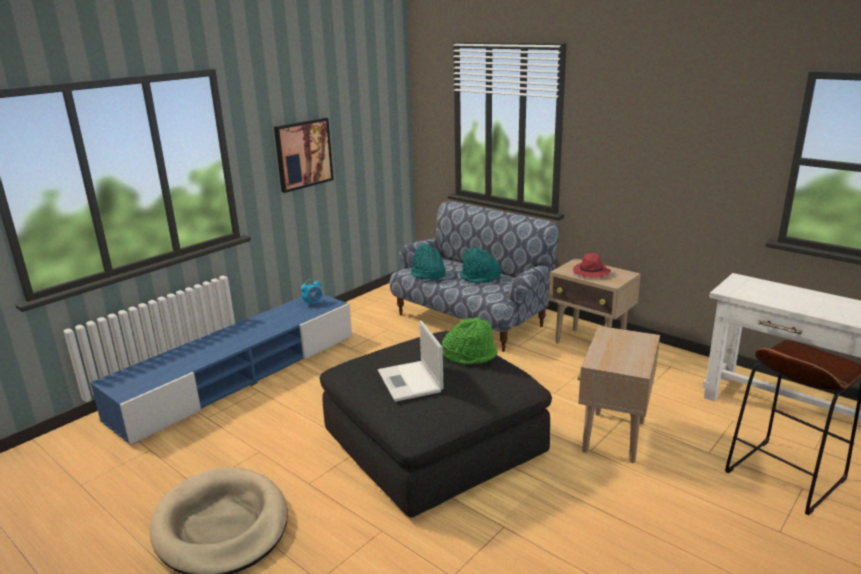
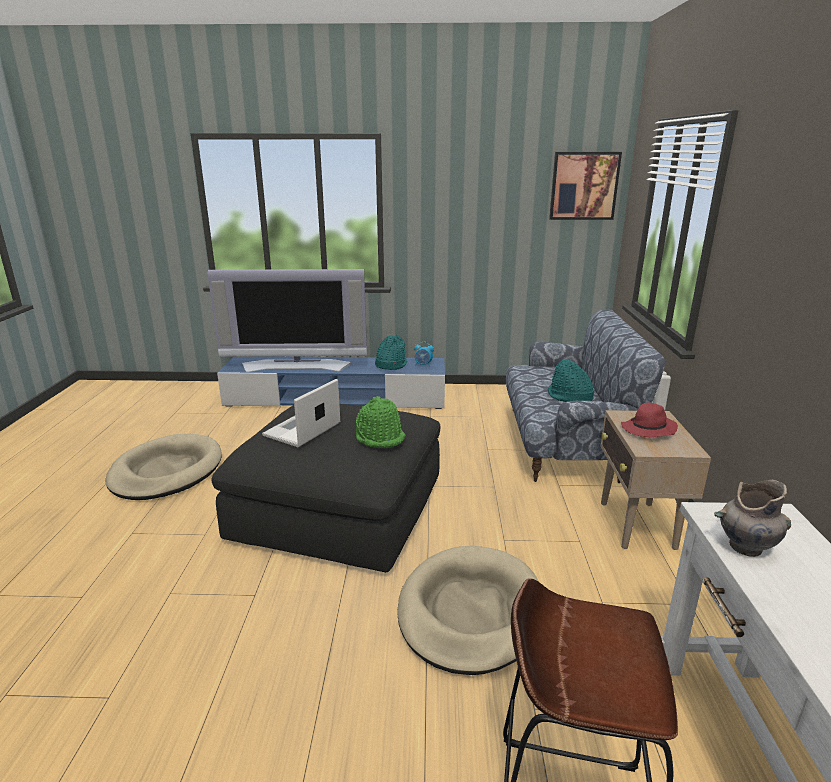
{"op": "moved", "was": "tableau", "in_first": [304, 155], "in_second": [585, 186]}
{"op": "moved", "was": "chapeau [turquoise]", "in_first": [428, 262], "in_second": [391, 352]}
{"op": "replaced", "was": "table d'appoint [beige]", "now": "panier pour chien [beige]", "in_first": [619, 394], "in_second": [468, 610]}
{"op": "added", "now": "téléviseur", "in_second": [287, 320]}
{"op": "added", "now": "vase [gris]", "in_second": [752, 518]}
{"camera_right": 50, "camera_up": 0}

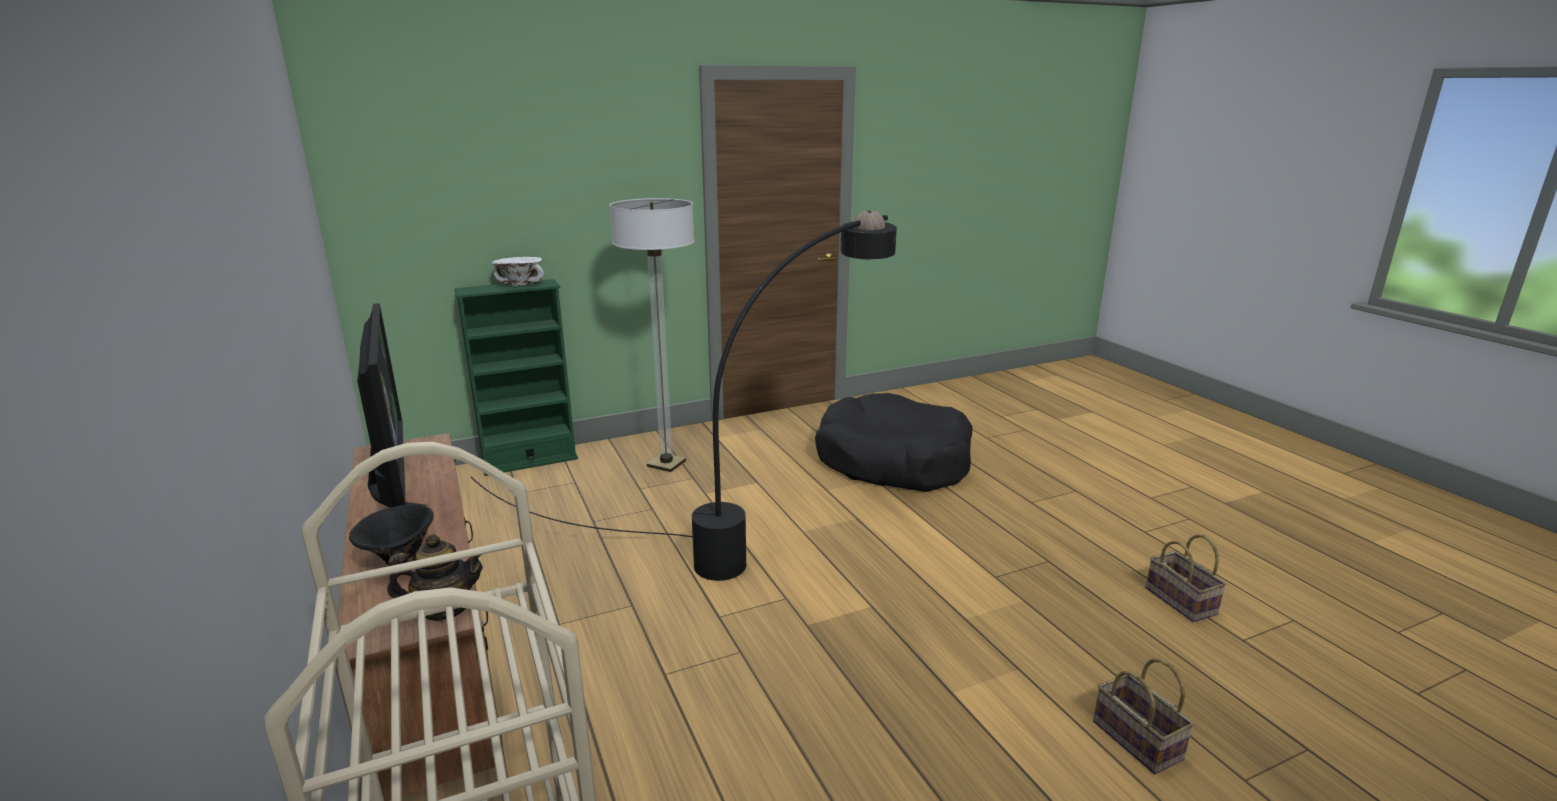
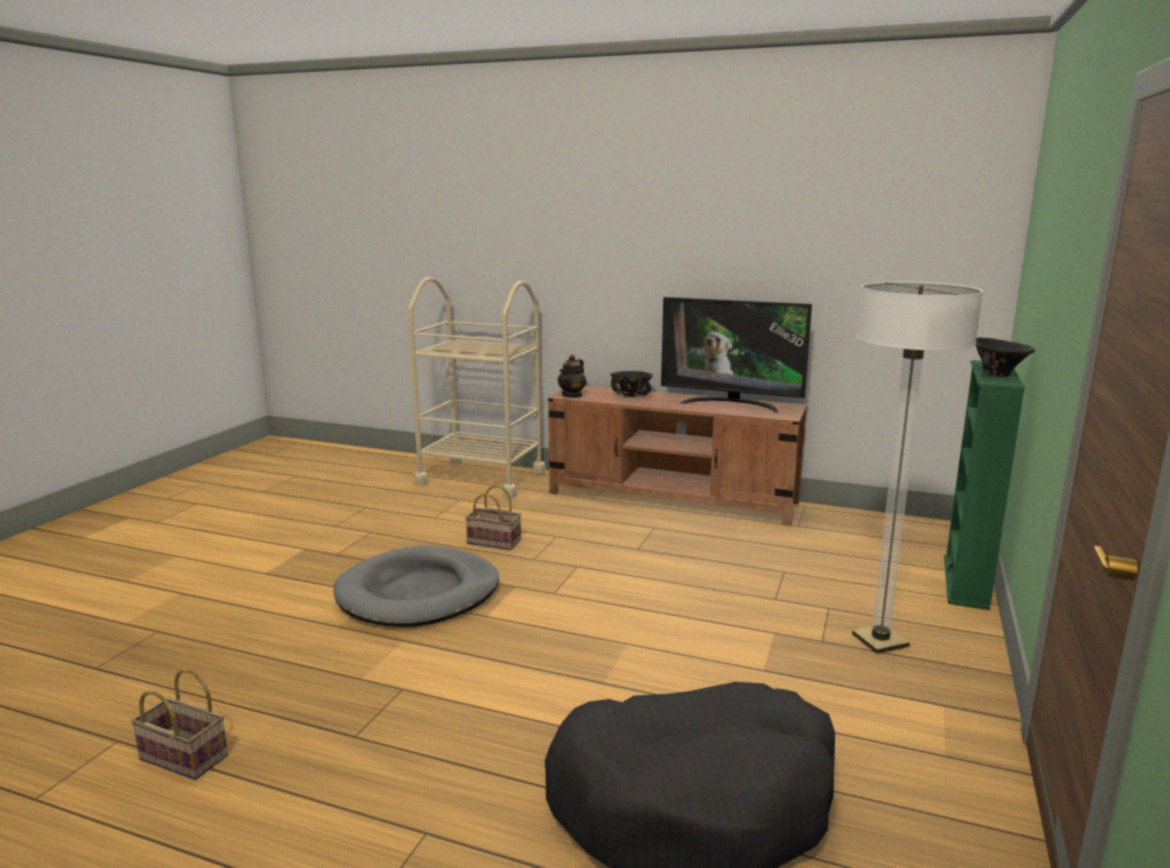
{"op": "removed", "was": "lampadaire [noir]", "in_first": [684, 396]}
{"op": "recoloured", "was": "bol [blanc]", "now": "bol [noir]", "in_first": [518, 271], "in_second": [1005, 357]}
{"op": "moved", "was": "panier", "in_first": [1143, 716], "in_second": [493, 517]}
{"op": "added", "now": "panier pour chien [gris]", "in_second": [416, 586]}
{"camera_right": 135, "camera_up": -5}

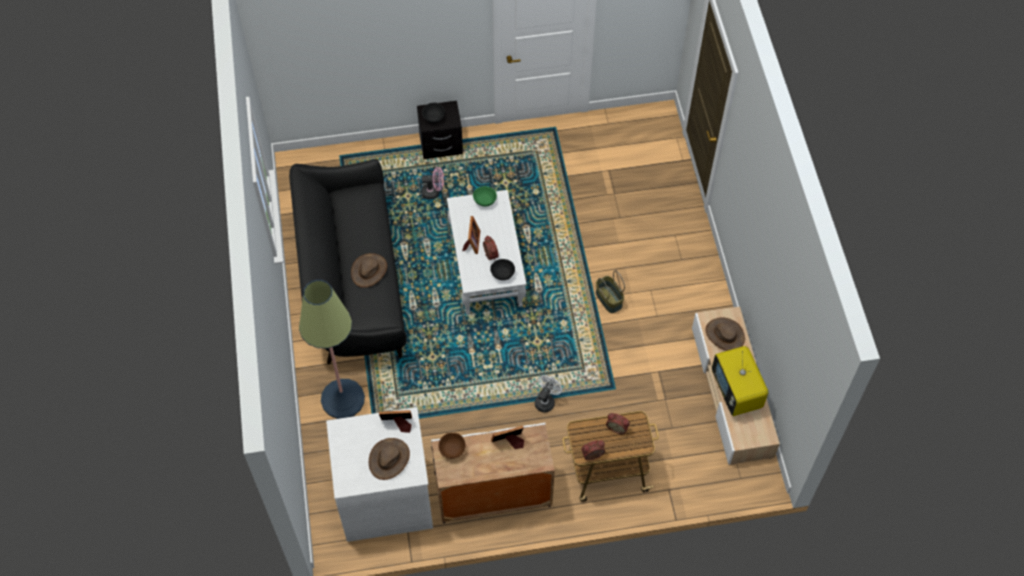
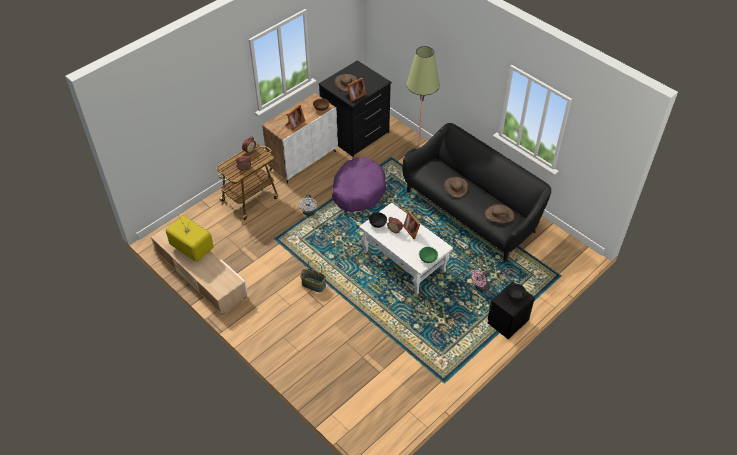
{"op": "moved", "was": "chapeau [marron]", "in_first": [725, 334], "in_second": [500, 213]}
{"op": "recoloured", "was": "commode [blanc]", "now": "commode [noir]", "in_first": [379, 474], "in_second": [355, 108]}
{"op": "added", "now": "panier pour chien [violet]", "in_second": [359, 184]}
{"camera_right": 145, "camera_up": -10}

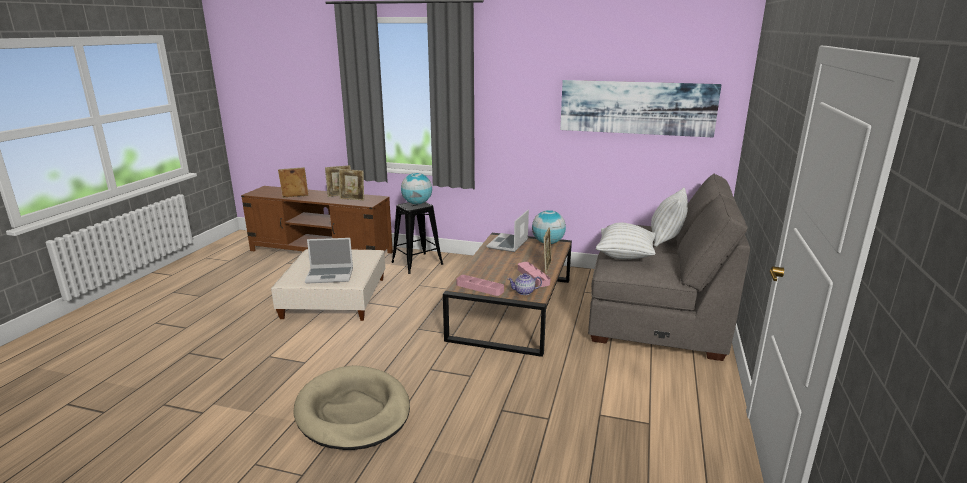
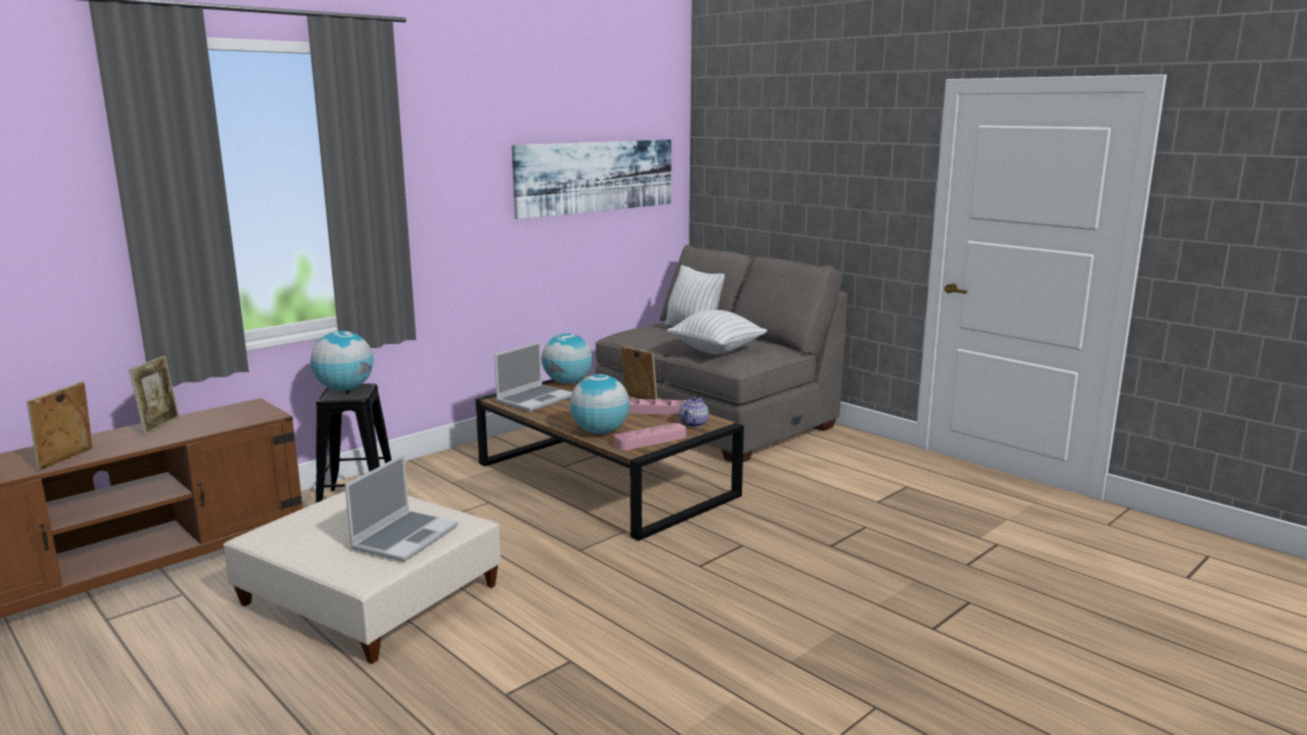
{"op": "removed", "was": "cadre photo", "in_first": [351, 184]}
{"op": "turned", "was": "ordinateur portable", "in_first": [507, 231], "in_second": [533, 377], "clockwise": -105}
{"op": "removed", "was": "panier pour chien [beige]", "in_first": [351, 407]}
{"op": "added", "now": "globe", "in_second": [599, 404]}
{"camera_right": -60, "camera_up": -5}

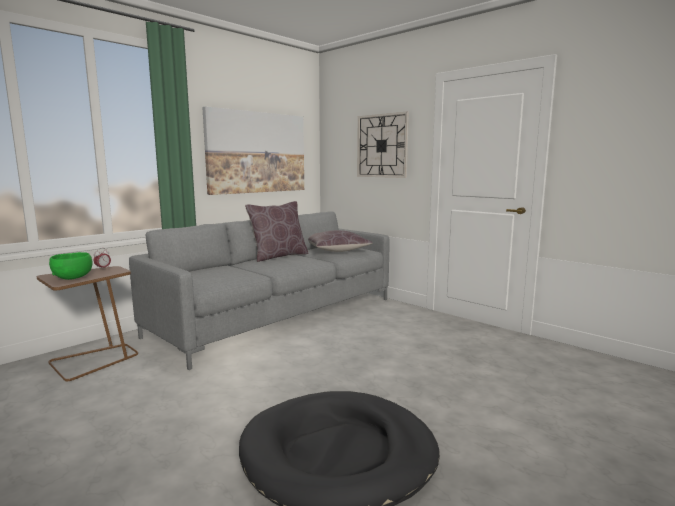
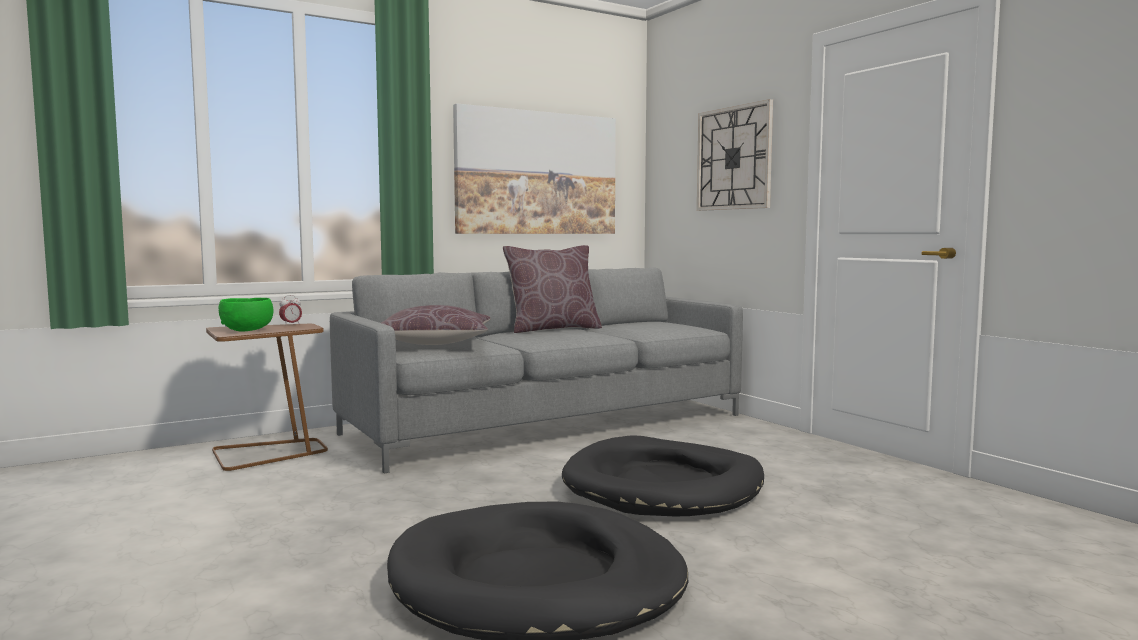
{"op": "moved", "was": "coussin [marron]", "in_first": [340, 241], "in_second": [436, 325]}
{"op": "added", "now": "panier pour chien [noir]", "in_second": [663, 475]}
{"camera_right": 15, "camera_up": -5}

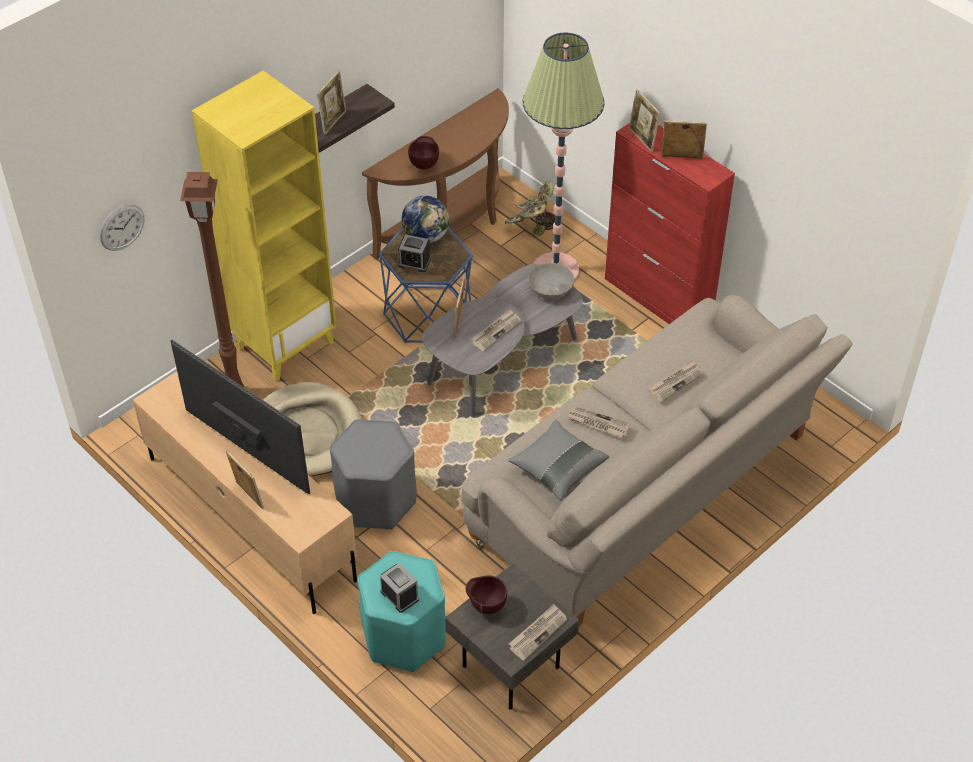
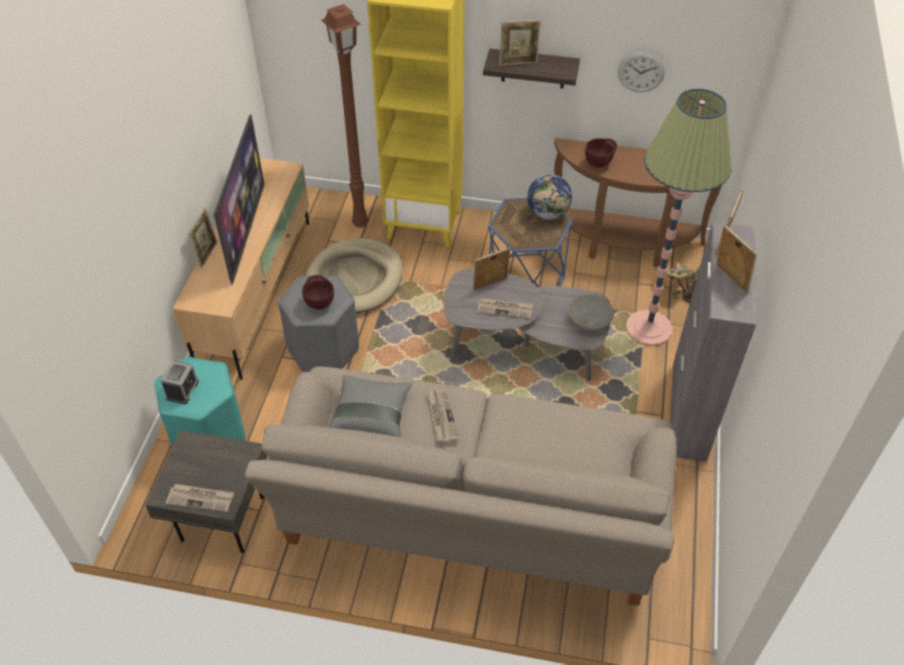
{"op": "recoloured", "was": "meuble de rangement [rouge]", "now": "meuble de rangement [gris]", "in_first": [670, 223], "in_second": [713, 342]}
{"op": "moved", "was": "horloge murale", "in_first": [122, 227], "in_second": [641, 72]}
{"op": "removed", "was": "réveil", "in_first": [414, 253]}
{"op": "removed", "was": "journal", "in_first": [676, 381]}
{"op": "moved", "was": "bol [marron]", "in_first": [486, 594], "in_second": [318, 292]}
{"camera_right": 55, "camera_up": 0}

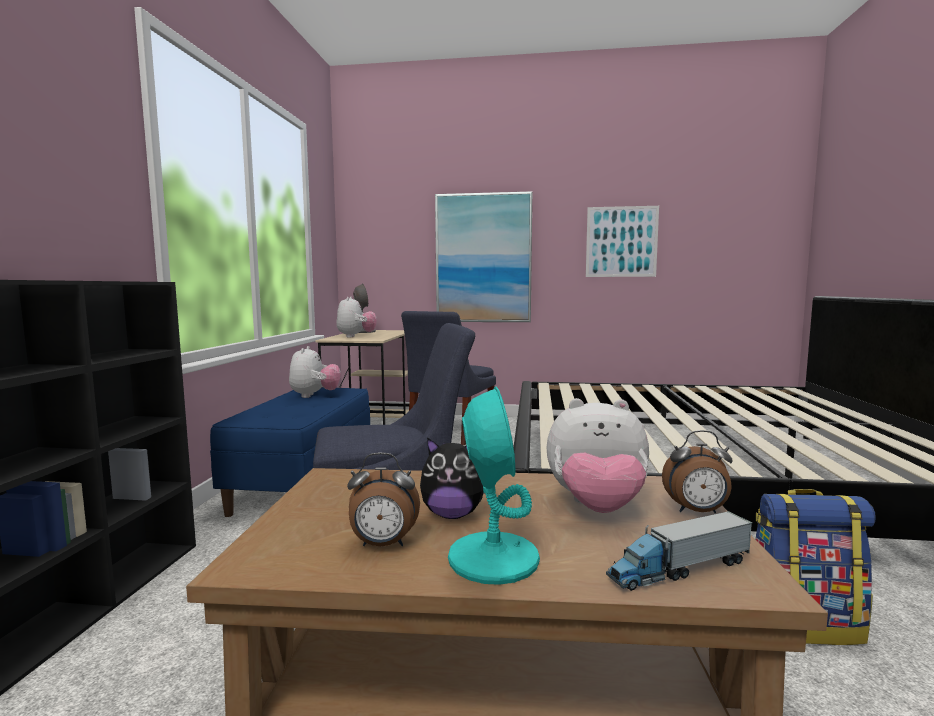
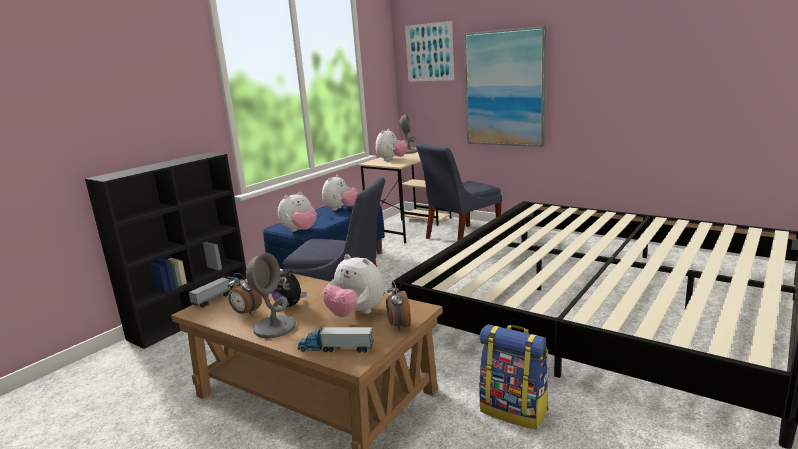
{"op": "moved", "was": "tableau", "in_first": [622, 241], "in_second": [429, 51]}
{"op": "recoloured", "was": "lampe de table [turquoise]", "now": "lampe de table [gris]", "in_first": [494, 485], "in_second": [271, 295]}
{"op": "turned", "was": "réveil", "in_first": [697, 471], "in_second": [398, 305], "clockwise": 45}
{"op": "added", "now": "peluche", "in_second": [297, 212]}
{"op": "added", "now": "camion jouet", "in_second": [215, 291]}
{"camera_right": 30, "camera_up": 10}

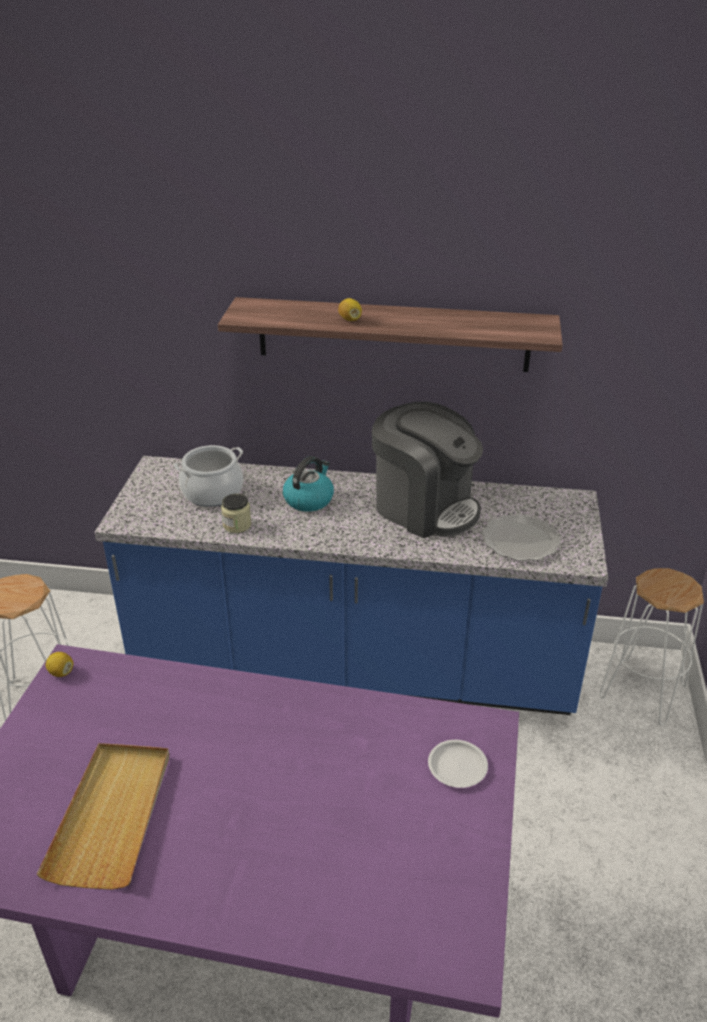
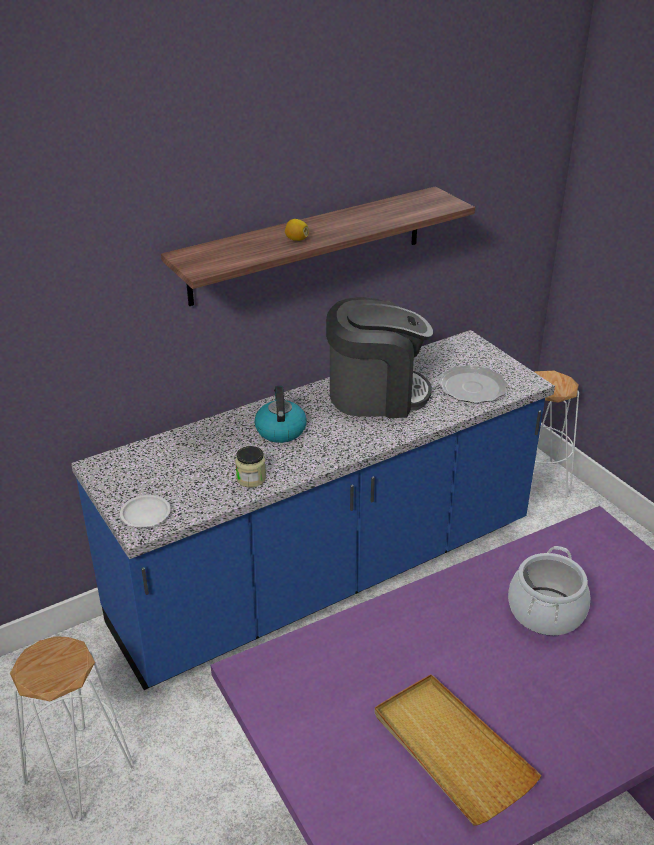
{"op": "moved", "was": "marmite", "in_first": [208, 476], "in_second": [549, 591]}
{"op": "removed", "was": "citron", "in_first": [60, 664]}
{"op": "moved", "was": "assiette [blanc]", "in_first": [458, 764], "in_second": [145, 511]}
{"camera_right": -40, "camera_up": 0}

